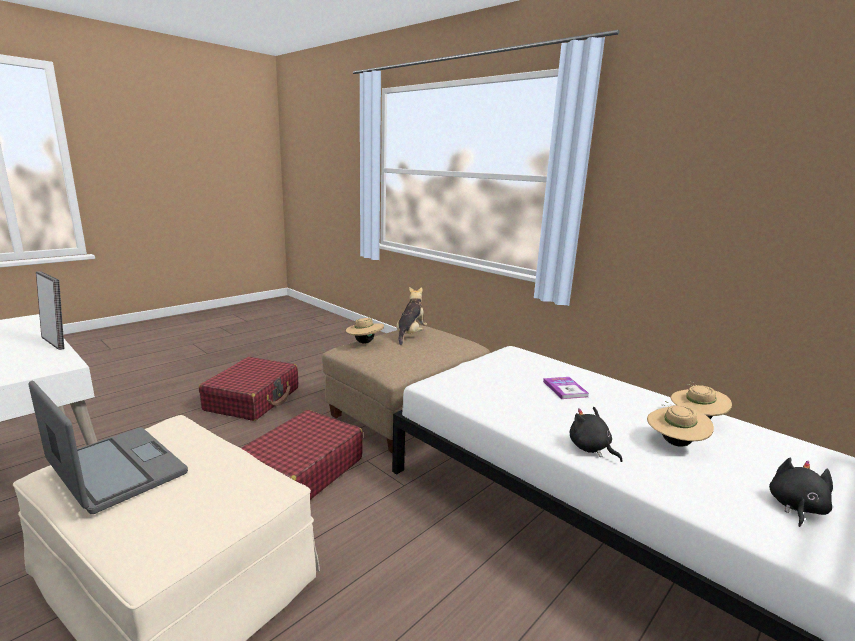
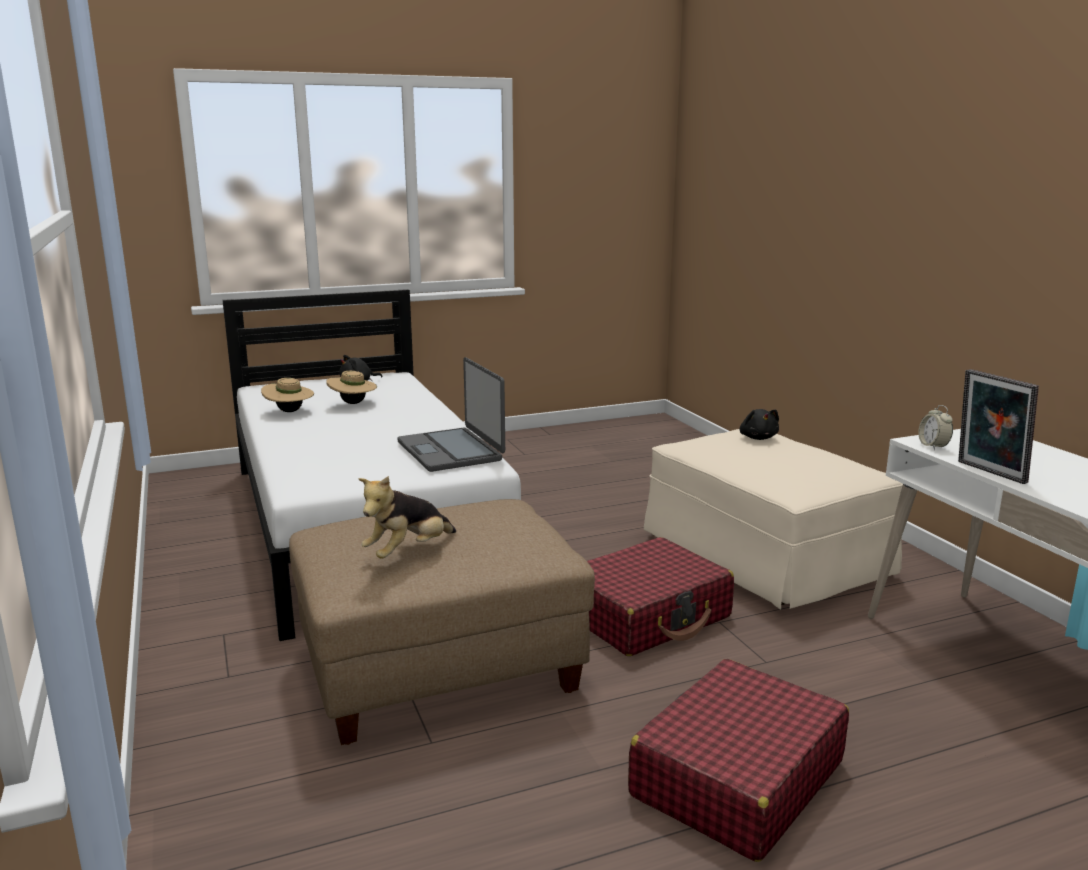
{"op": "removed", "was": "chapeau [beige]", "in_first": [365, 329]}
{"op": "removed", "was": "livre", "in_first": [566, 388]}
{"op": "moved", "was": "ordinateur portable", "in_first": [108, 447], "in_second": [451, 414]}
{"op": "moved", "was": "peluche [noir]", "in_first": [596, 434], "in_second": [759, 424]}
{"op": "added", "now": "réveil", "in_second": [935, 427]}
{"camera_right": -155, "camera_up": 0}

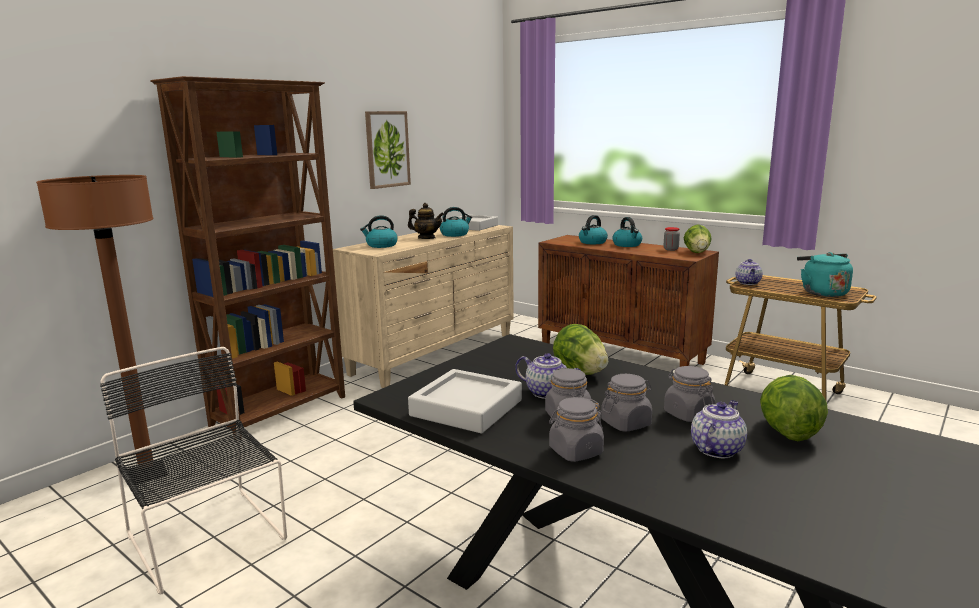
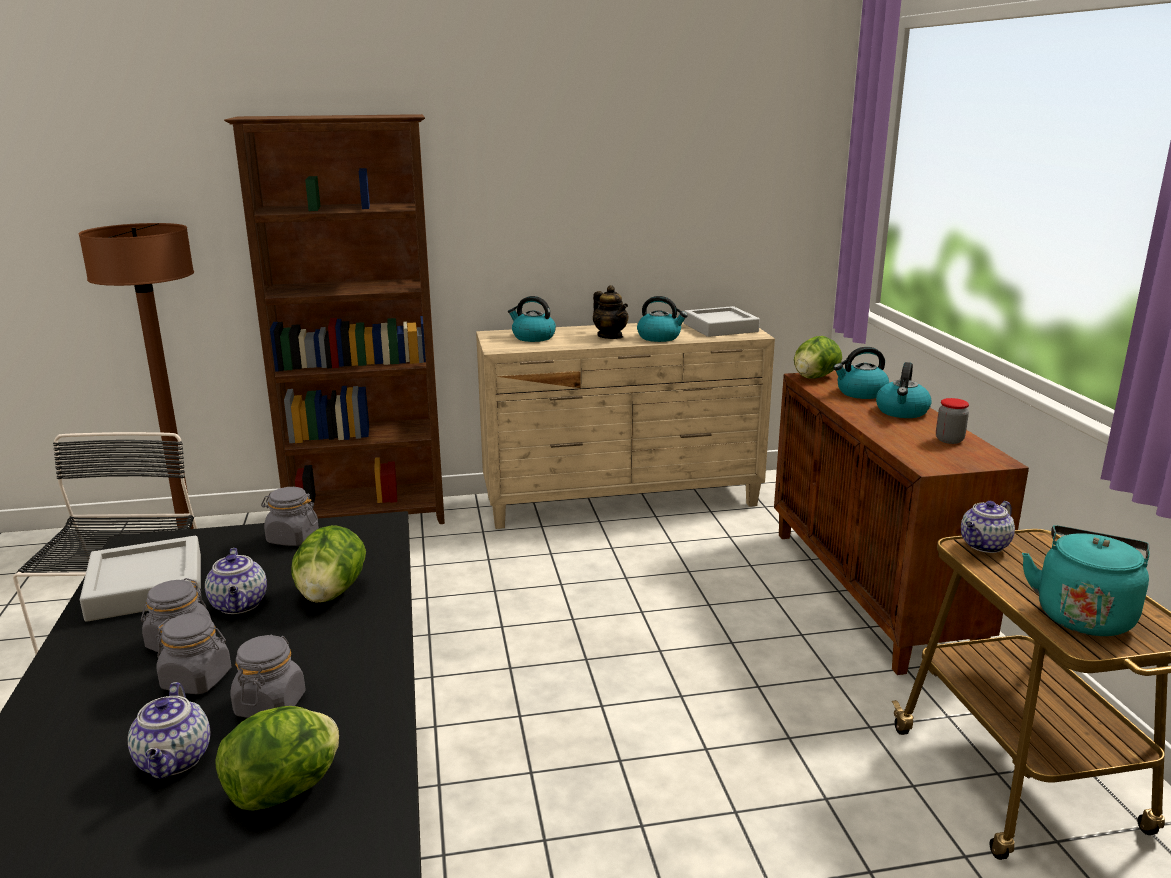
{"op": "removed", "was": "tableau", "in_first": [388, 150]}
{"op": "moved", "was": "laitue", "in_first": [698, 238], "in_second": [818, 357]}
{"op": "moved", "was": "bocal [gris]", "in_first": [576, 429], "in_second": [290, 516]}
{"op": "turned", "was": "théière", "in_first": [719, 429], "in_second": [169, 730], "clockwise": 90}
{"camera_right": 40, "camera_up": 5}

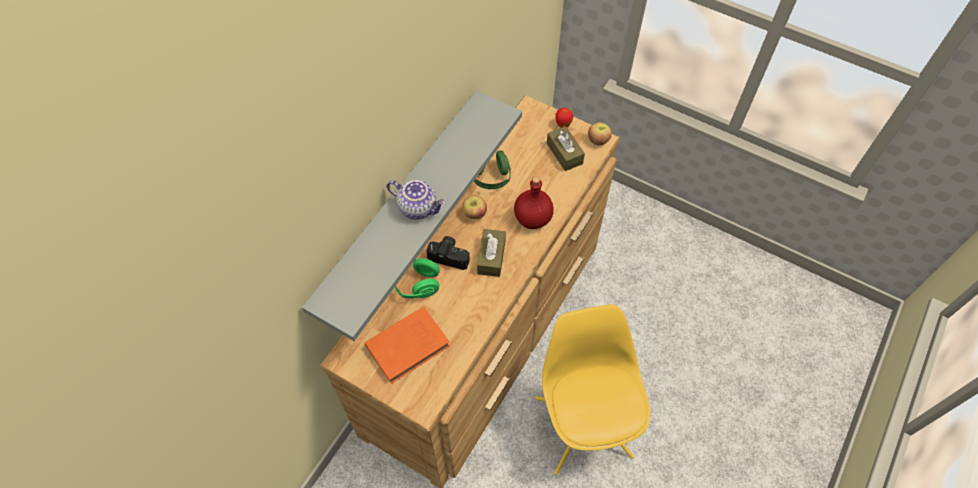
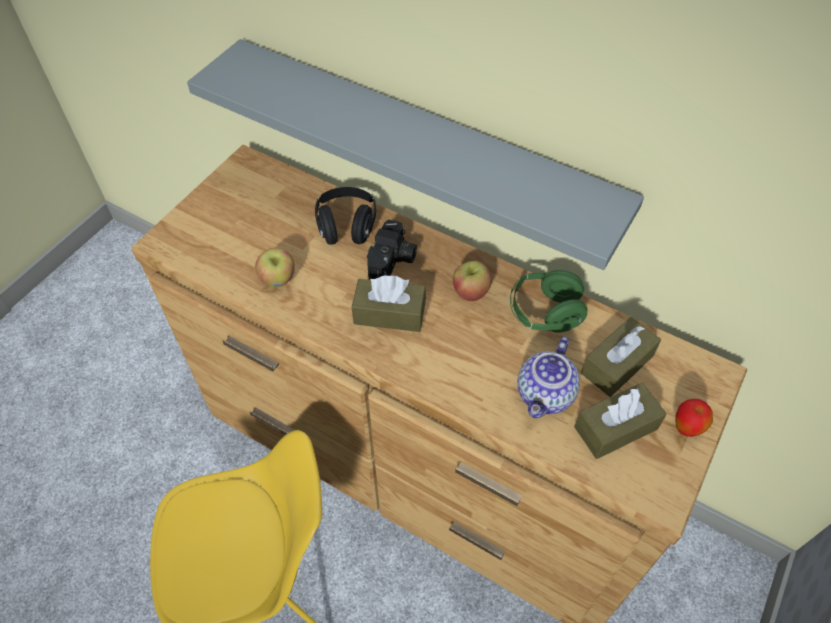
{"op": "moved", "was": "pomme", "in_first": [600, 134], "in_second": [275, 267]}
{"op": "removed", "was": "bouteille [rouge]", "in_first": [534, 203]}
{"op": "moved", "was": "théière", "in_first": [416, 200], "in_second": [548, 377]}
{"op": "recoloured", "was": "casque audio [vert]", "now": "casque audio [noir]", "in_first": [417, 278], "in_second": [345, 216]}
{"op": "removed", "was": "livre [orange]", "in_first": [407, 345]}
{"op": "added", "now": "boîte à mouchoirs [marron]", "in_second": [621, 357]}
{"camera_right": 90, "camera_up": -5}

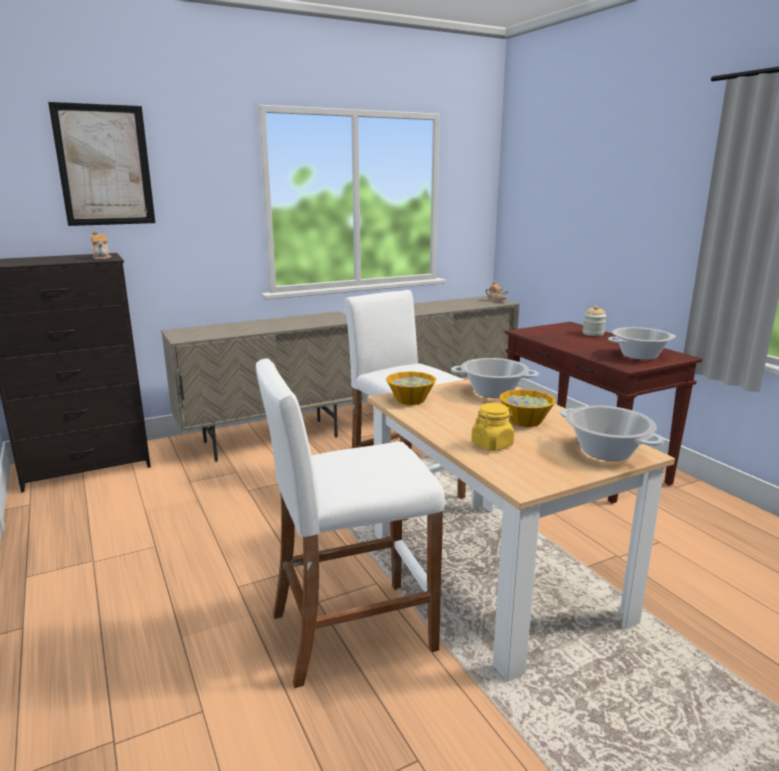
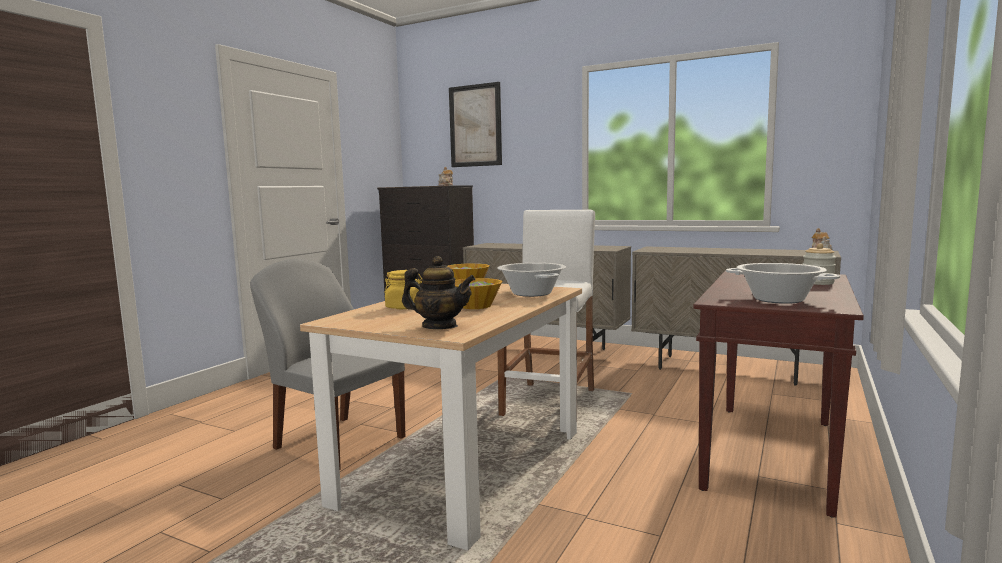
{"op": "replaced", "was": "tabouret [blanc]", "now": "chaise [gris]", "in_first": [350, 523], "in_second": [327, 364]}
{"op": "replaced", "was": "marmite", "now": "théière", "in_first": [612, 433], "in_second": [438, 292]}
{"camera_right": 55, "camera_up": -10}

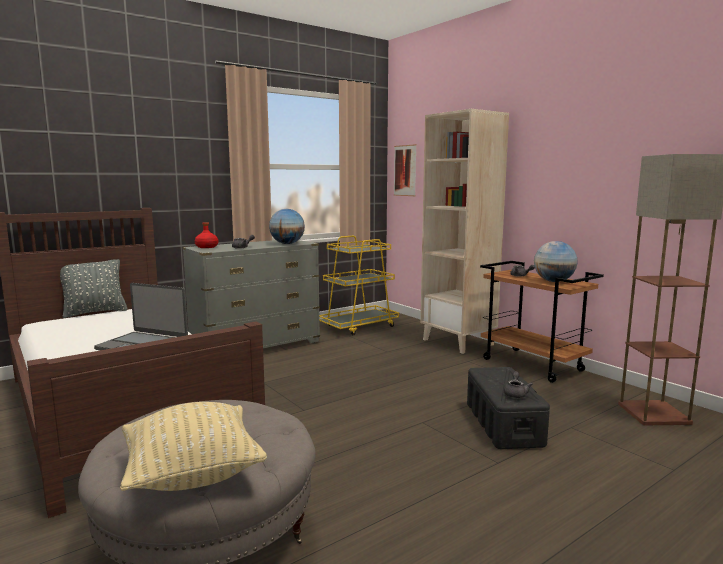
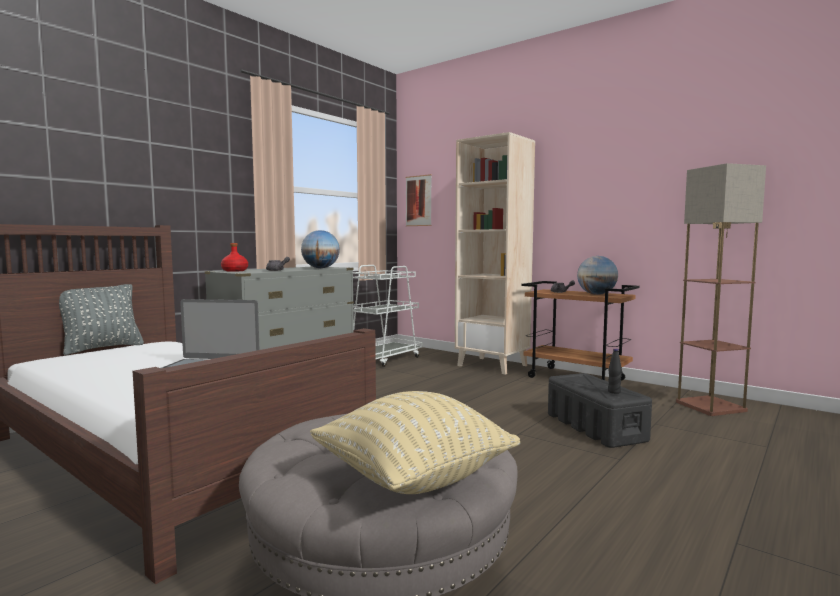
{"op": "recoloured", "was": "chariot [jaune]", "now": "chariot [blanc]", "in_first": [359, 285], "in_second": [388, 316]}
{"op": "replaced", "was": "théière [gris]", "now": "bouteille [noir]", "in_first": [518, 384], "in_second": [615, 371]}
{"camera_right": -15, "camera_up": -5}

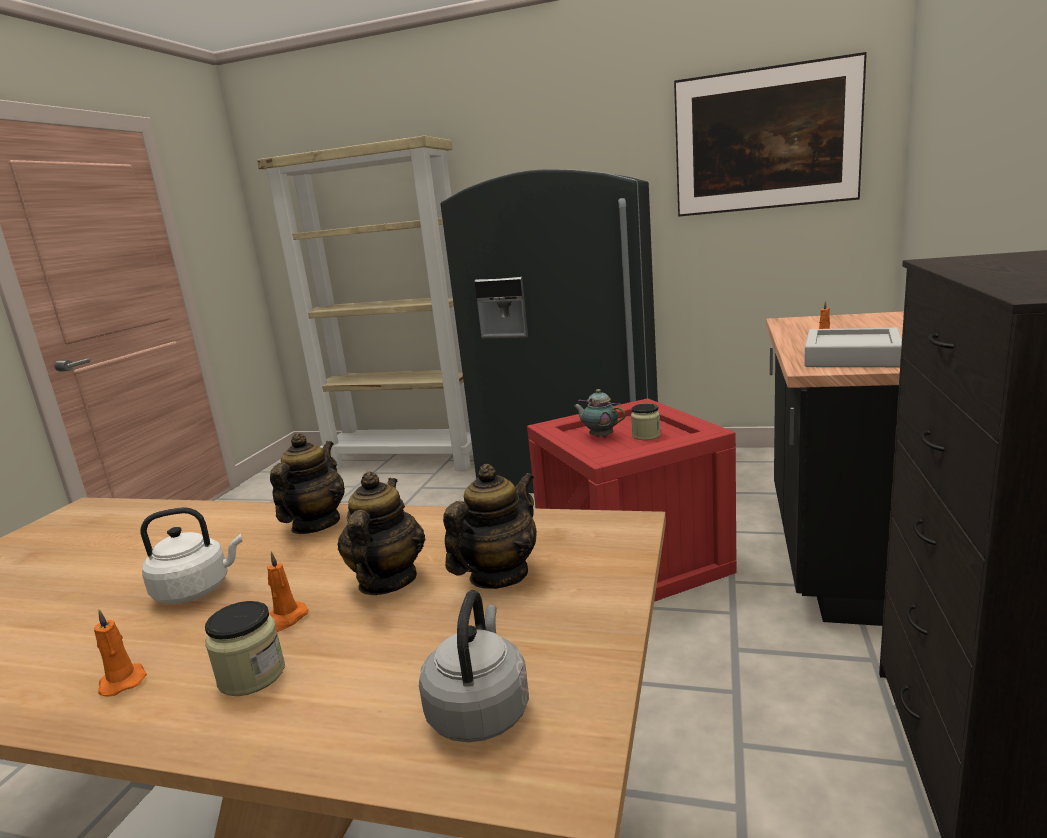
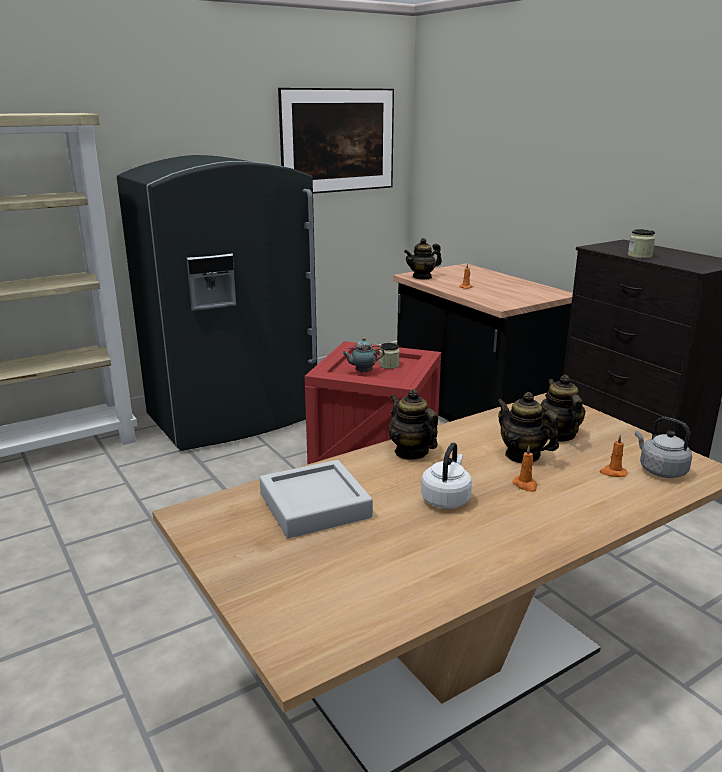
{"op": "moved", "was": "plateau [gris]", "in_first": [853, 347], "in_second": [316, 499]}
{"op": "moved", "was": "bocal", "in_first": [245, 648], "in_second": [641, 243]}
{"op": "moved", "was": "bougie [orange]", "in_first": [120, 653], "in_second": [613, 456]}
{"op": "added", "now": "théière", "in_second": [423, 259]}
{"camera_right": -50, "camera_up": 5}

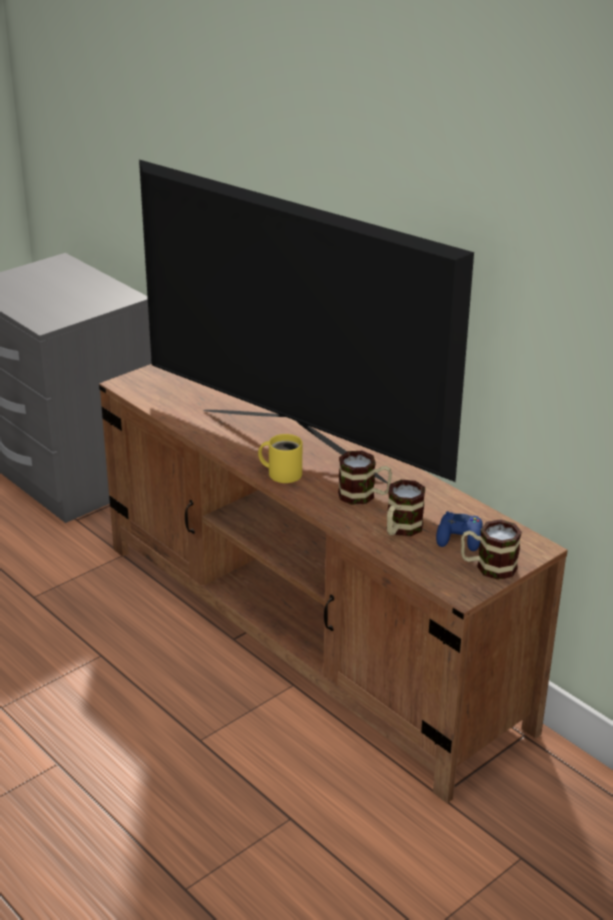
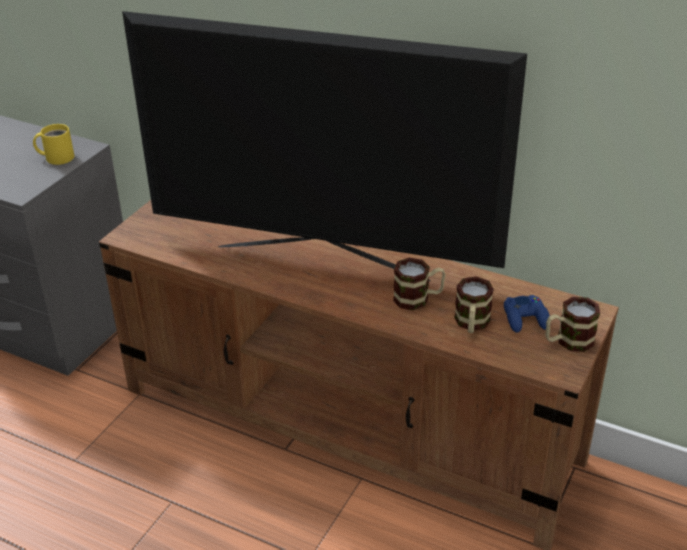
{"op": "moved", "was": "mug [jaune]", "in_first": [280, 458], "in_second": [53, 144]}
{"camera_right": -20, "camera_up": 5}

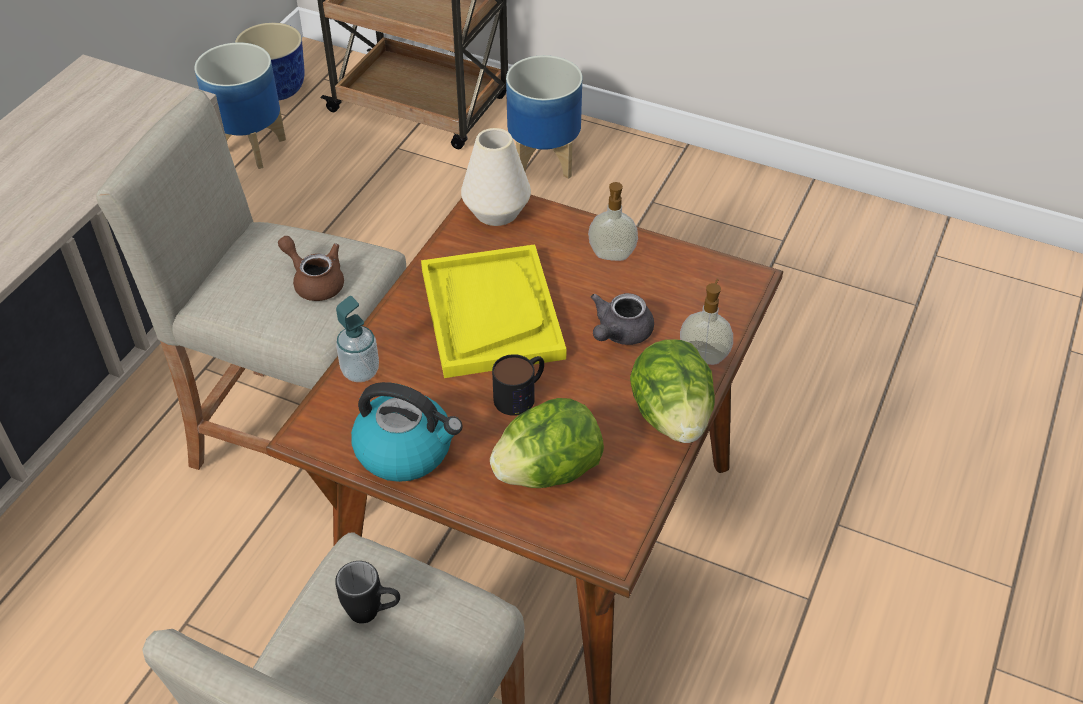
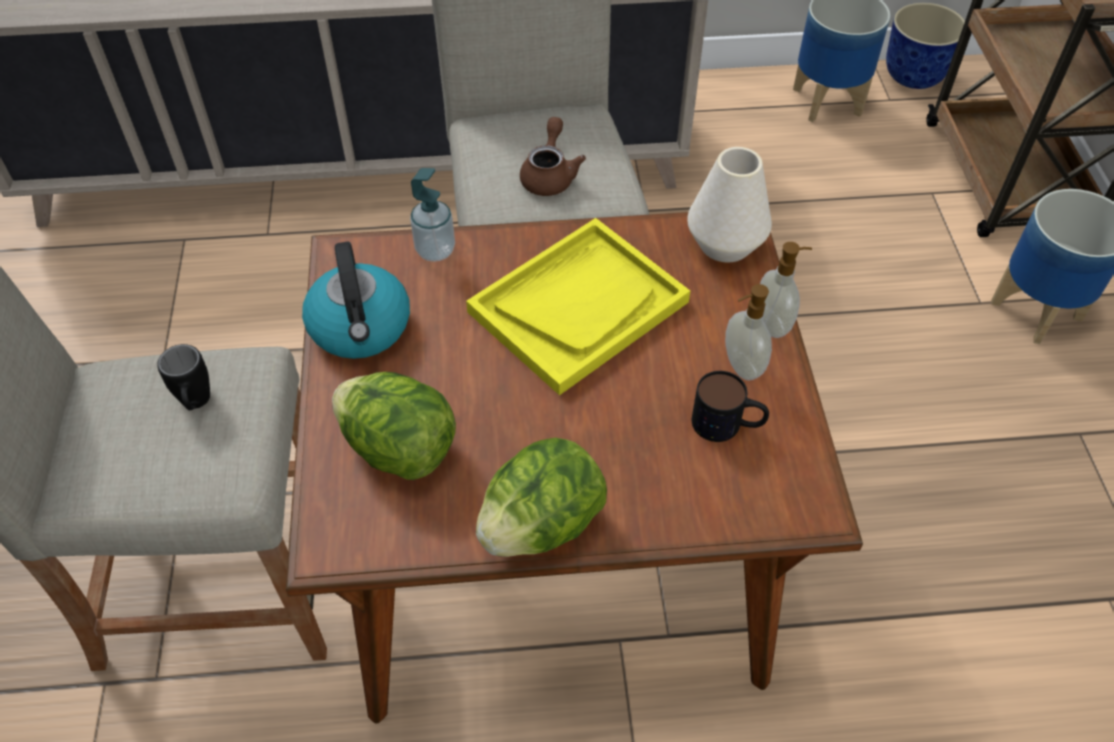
{"op": "moved", "was": "distributeur de savon", "in_first": [706, 322], "in_second": [786, 290]}
{"op": "removed", "was": "théière [gris]", "in_first": [622, 319]}
{"op": "moved", "was": "mug", "in_first": [518, 385], "in_second": [730, 406]}
{"camera_right": 60, "camera_up": 5}

